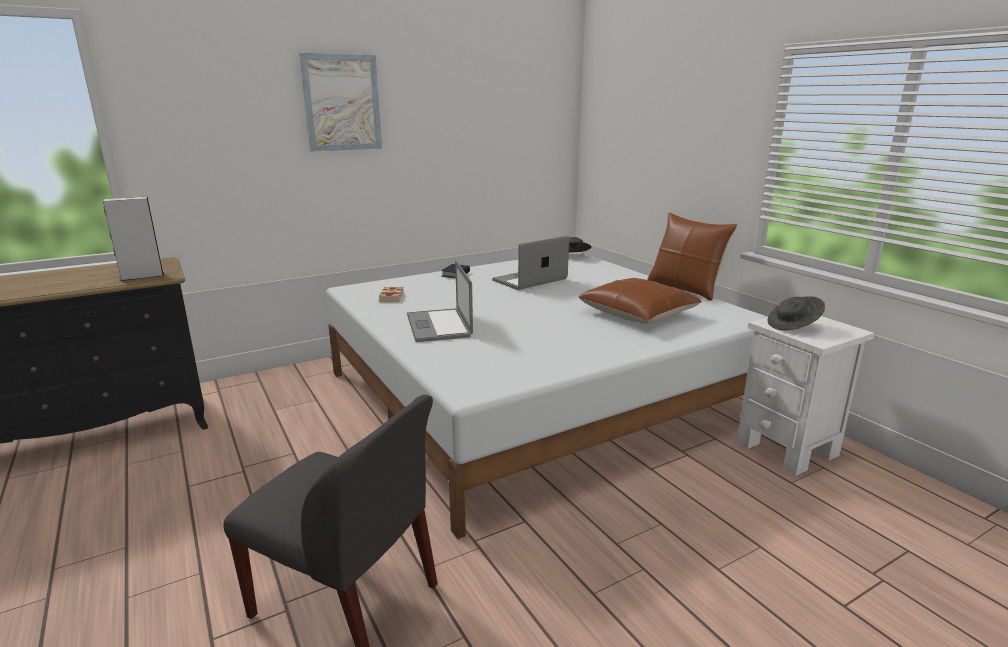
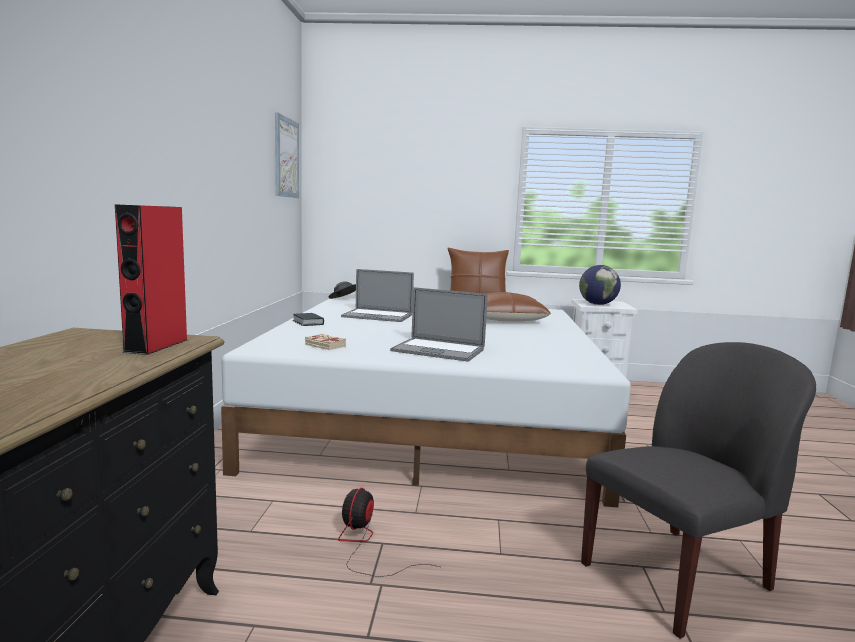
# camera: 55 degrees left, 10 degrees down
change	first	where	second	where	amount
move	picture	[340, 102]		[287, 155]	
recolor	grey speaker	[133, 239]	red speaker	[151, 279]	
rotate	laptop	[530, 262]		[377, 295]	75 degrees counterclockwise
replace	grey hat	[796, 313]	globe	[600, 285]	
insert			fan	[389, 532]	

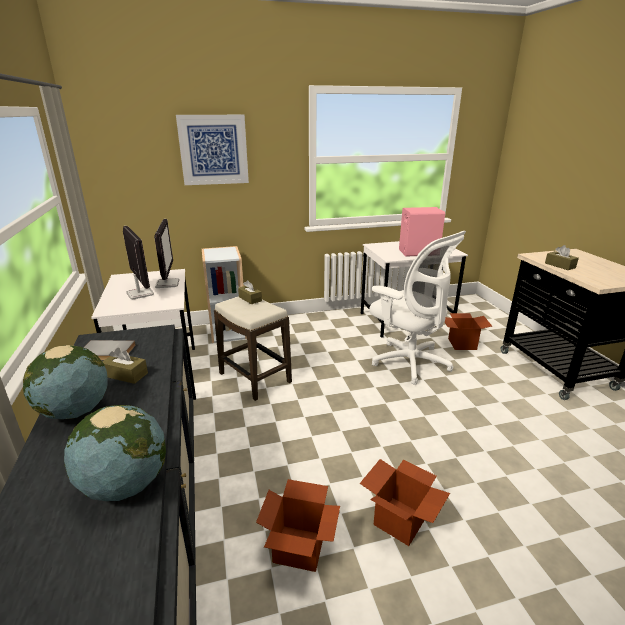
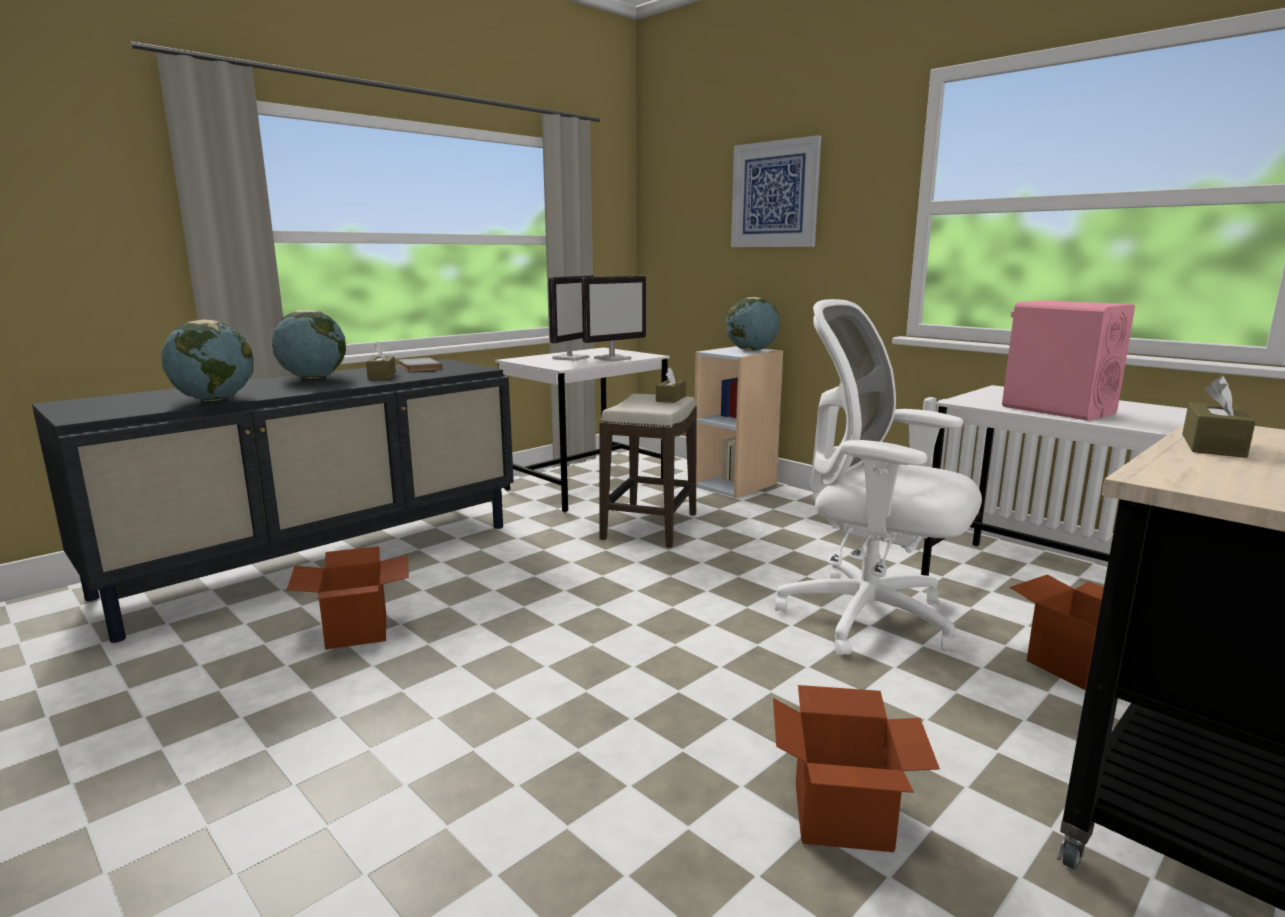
# camera: 60 degrees right, 10 degrees down
change	first	where	second	where	amount
rotate	white office chair	[417, 308]		[878, 477]	105 degrees clockwise
move	cardboard box	[405, 502]		[856, 768]	
insert			globe	[752, 324]	

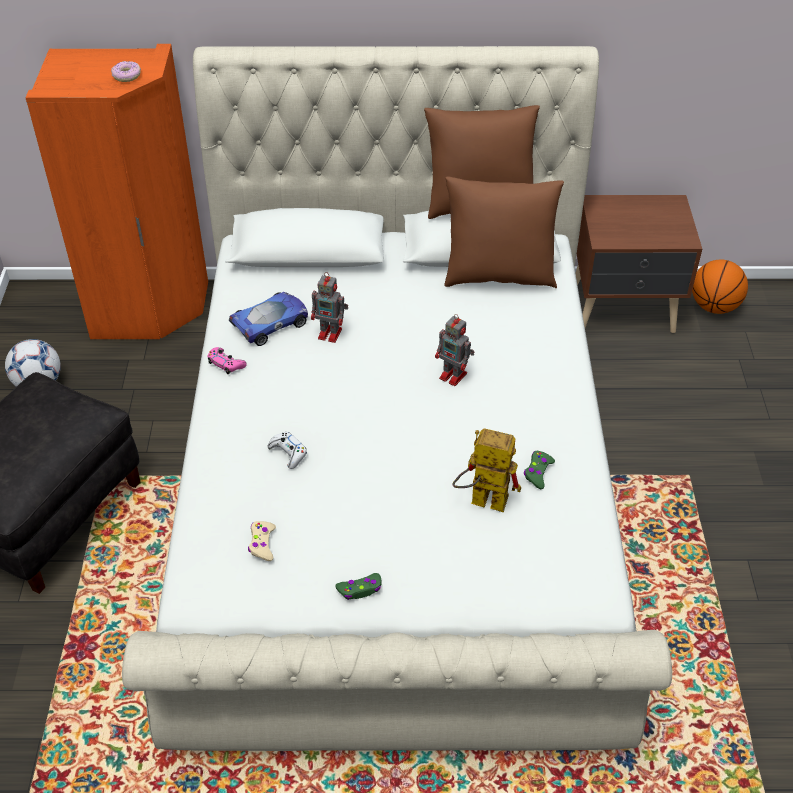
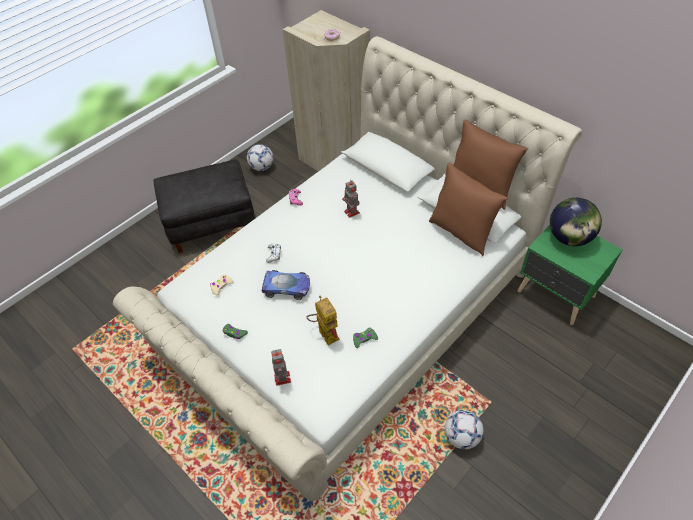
# camera: 45 degrees right, 5 degrees up
change	first	where	second	where	amount
recolor	orange cabinet	[117, 191]	beige cabinet	[326, 91]	
recolor	brown nightstand	[638, 264]	green nightstand	[570, 275]	
delete	basketball	[720, 287]			
move	toy car	[268, 319]		[286, 285]	
move	toy robot	[454, 350]		[281, 367]	
insert			globe	[576, 222]	
insert			football	[464, 429]	

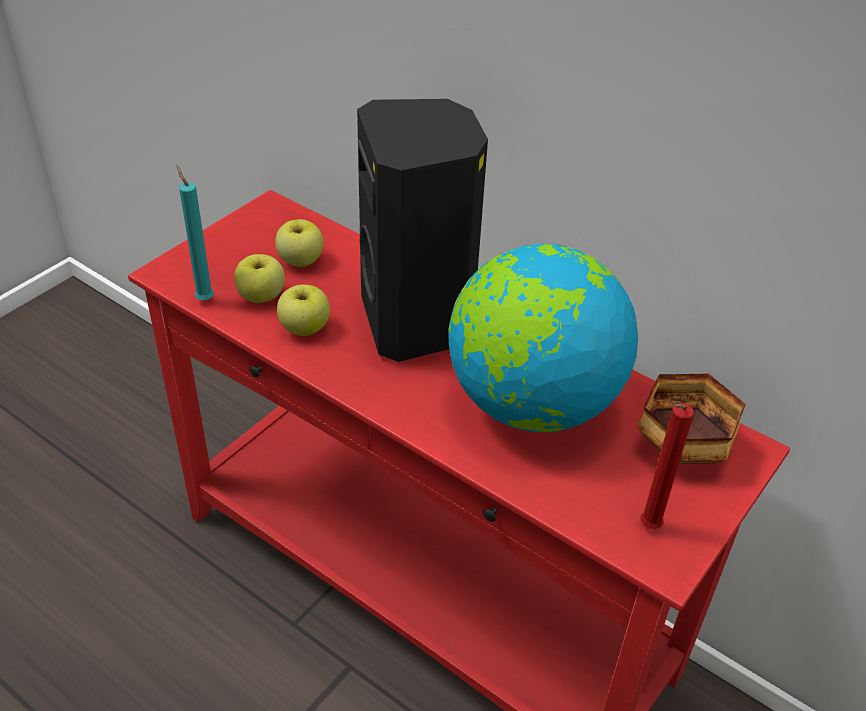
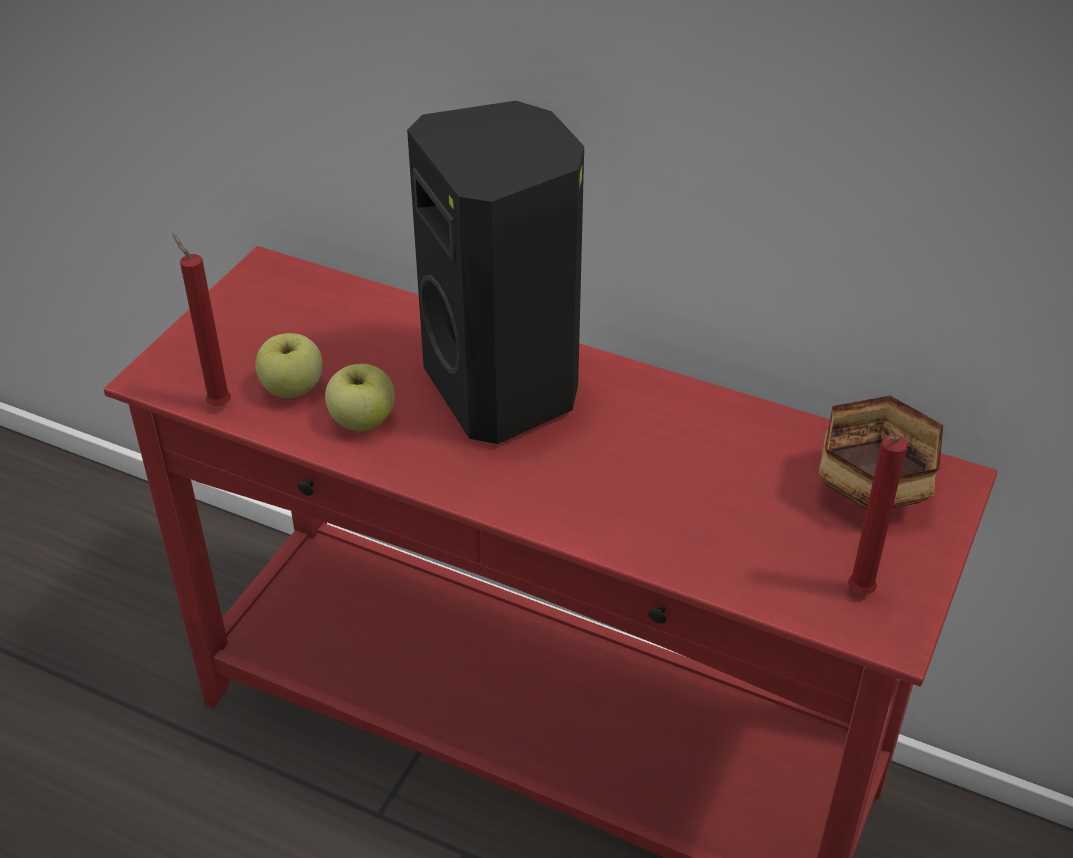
# camera: 10 degrees left, 0 degrees up
change	first	where	second	where	amount
recolor	turquoise candle	[195, 233]	red candle	[201, 319]	
delete	apple	[299, 243]			
delete	globe	[543, 338]			

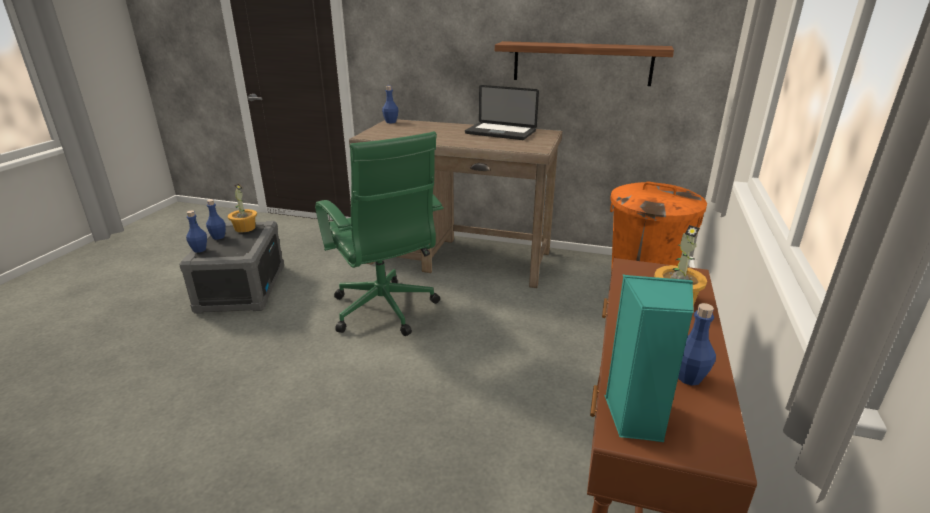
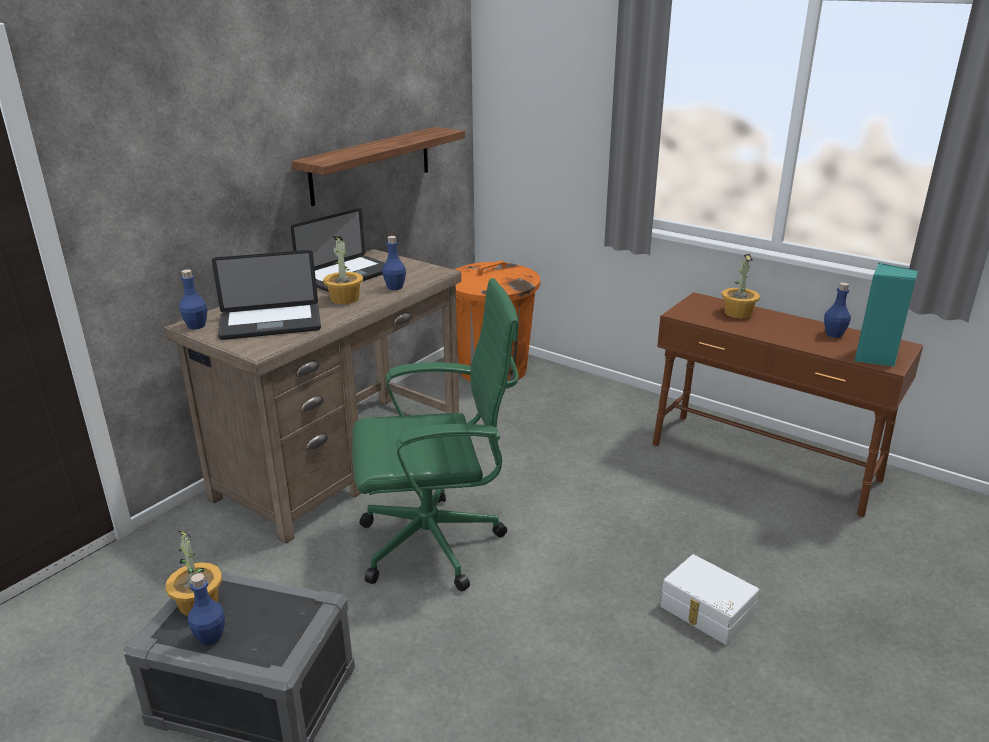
# camera: 70 degrees left, 0 degrees up
change	first	where	second	where	amount
move	blue bottle	[196, 232]		[394, 263]	
insert			potted plant	[343, 270]	
insert			laptop	[266, 295]	
insert			white storage box	[710, 599]	

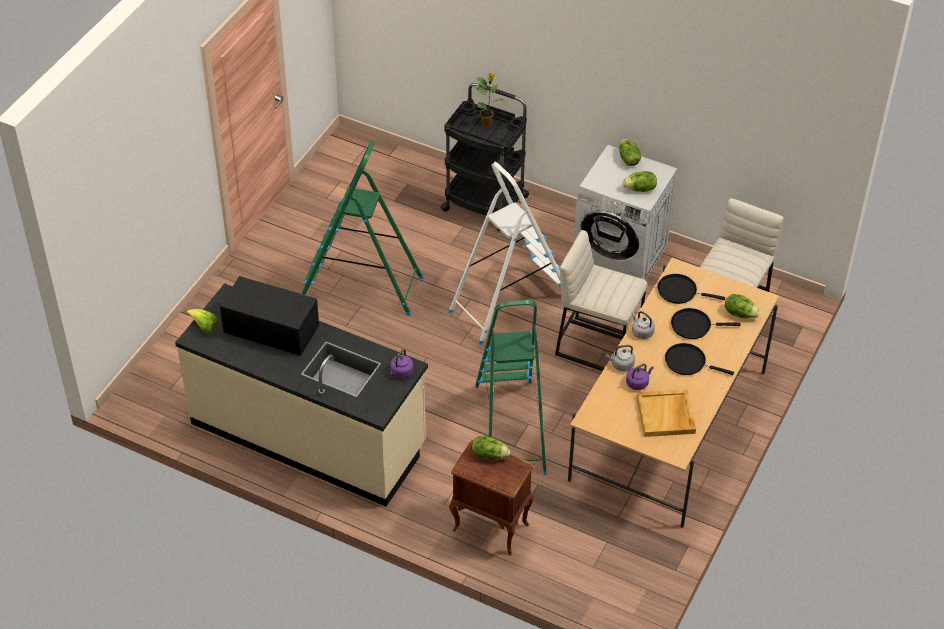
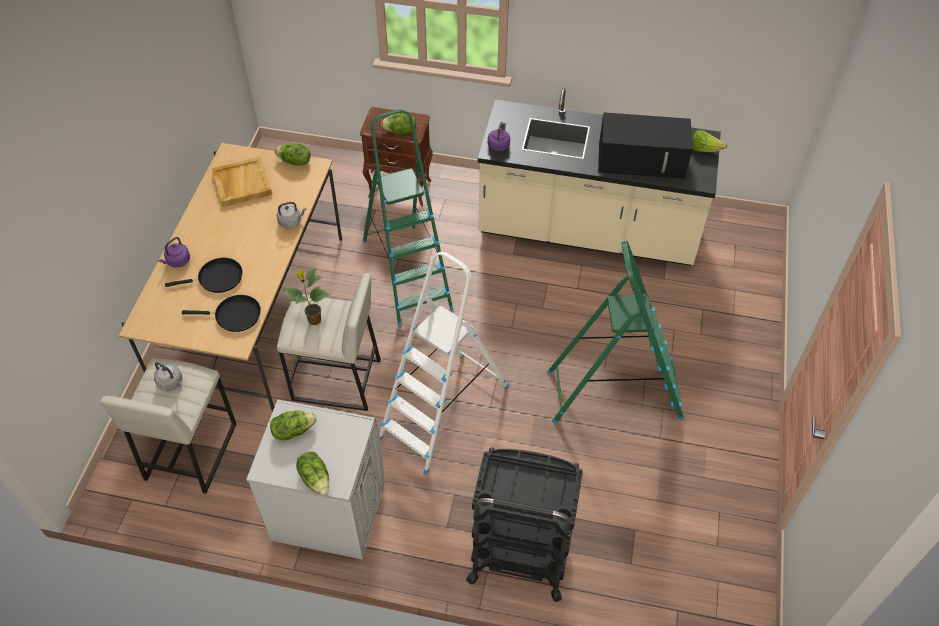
# camera: 165 degrees right, 5 degrees up
change	first	where	second	where	amount
move	potted plant	[488, 100]		[306, 296]	
move	lettuce	[742, 306]		[293, 154]	
move	grey kettle	[643, 325]		[168, 376]	
delete	black frying pan	[699, 359]			
move	purple kettle	[640, 377]		[174, 252]	

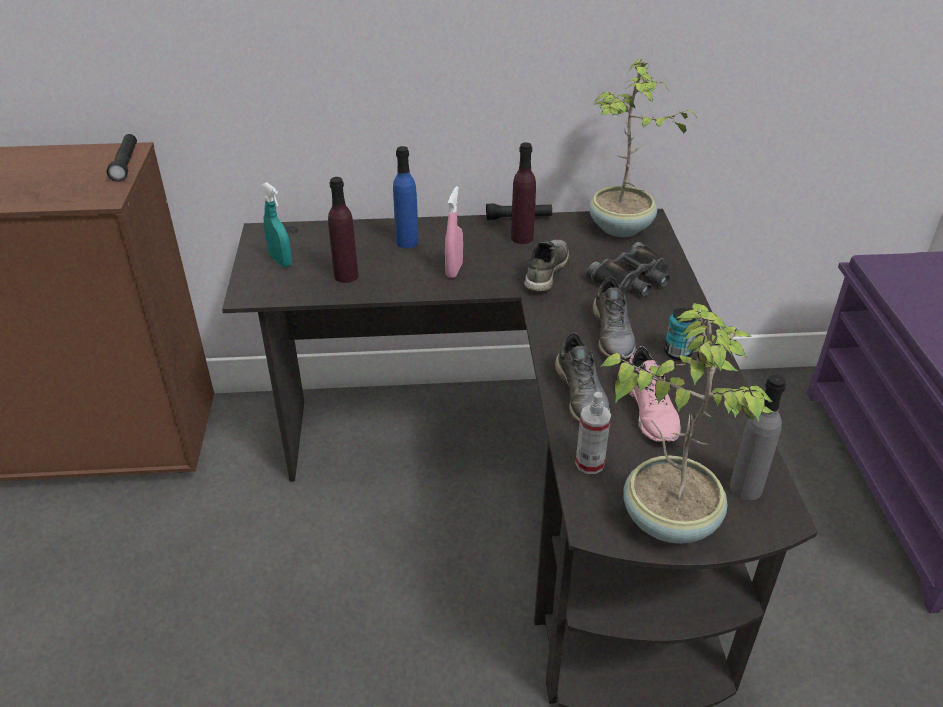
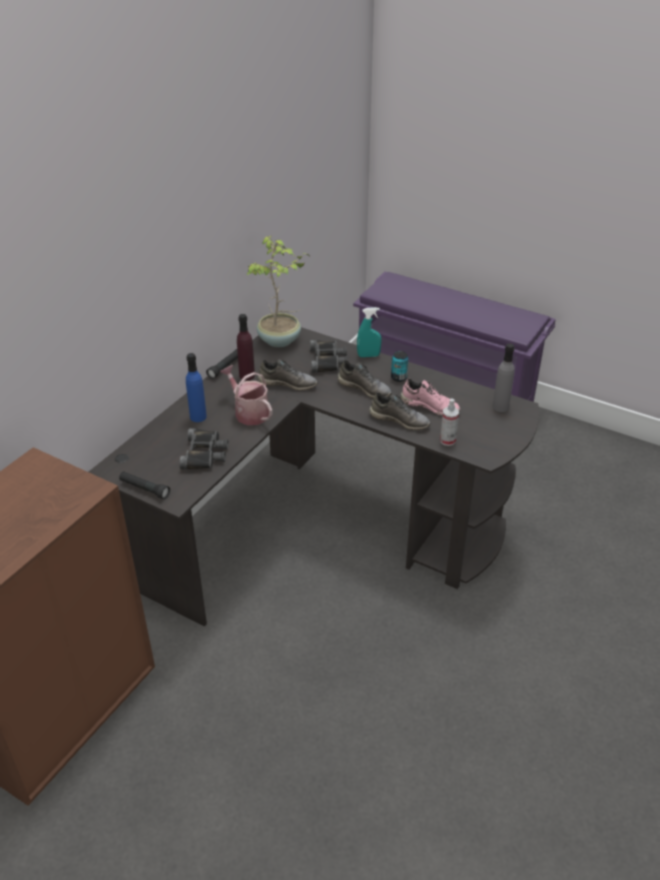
# camera: 55 degrees left, 0 degrees up
change	first	where	second	where	amount
move	black flashlight	[122, 158]		[144, 485]	
replace	purple bottle	[343, 230]	black binoculars	[204, 448]	
move	turquoise spray bottle	[277, 224]		[369, 332]	
replace	pink spray bottle	[454, 232]	watering can	[246, 395]	
rotate	grey shoe	[546, 266]		[288, 375]	135 degrees clockwise
delete	potted plant	[687, 423]			

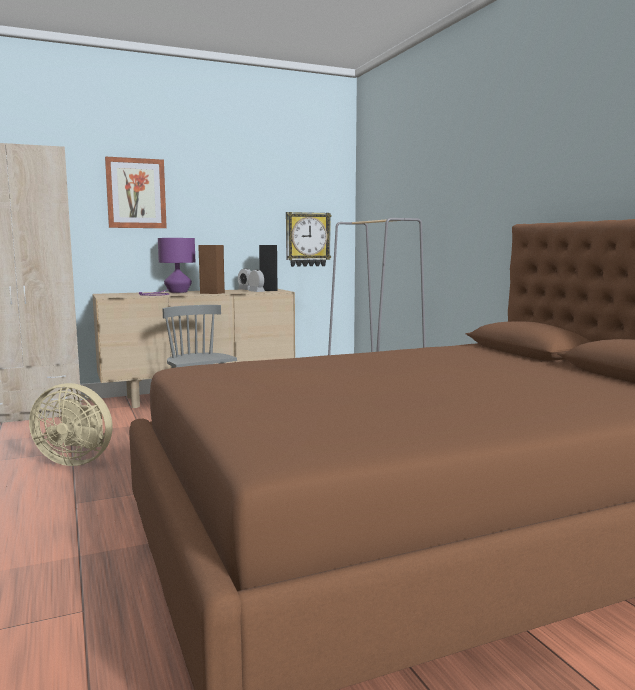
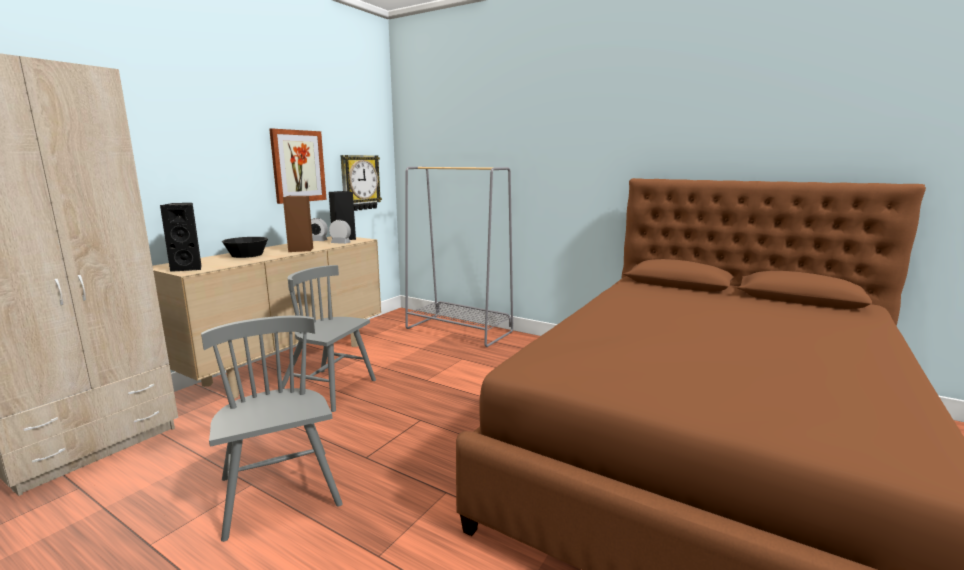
# camera: 35 degrees left, 5 degrees up
change	first	where	second	where	amount
move	picture	[136, 192]		[298, 166]	
replace	purple table lamp	[167, 267]	black bowl	[245, 247]	
replace	beige fan	[71, 424]	grey chair	[272, 429]	
insert			black speaker	[181, 237]	

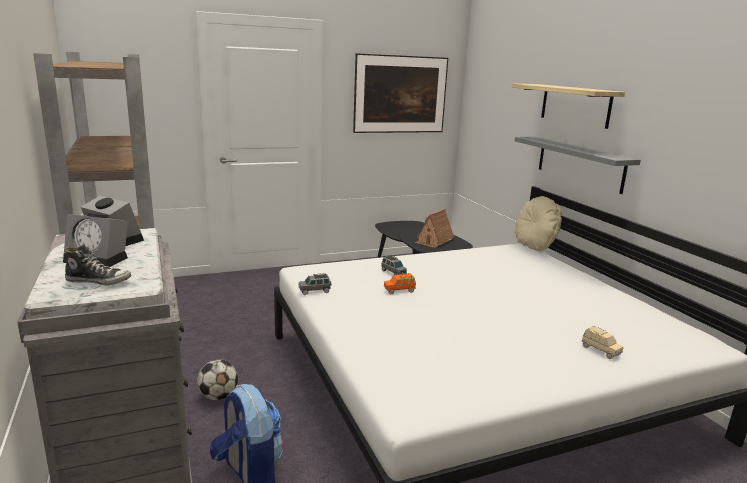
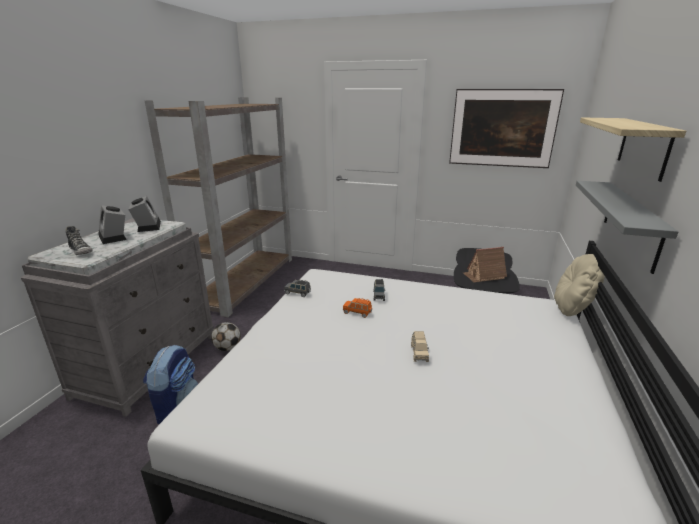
# camera: 40 degrees right, 5 degrees up
change	first	where	second	where	amount
move	beige toy car	[602, 342]		[420, 346]	

